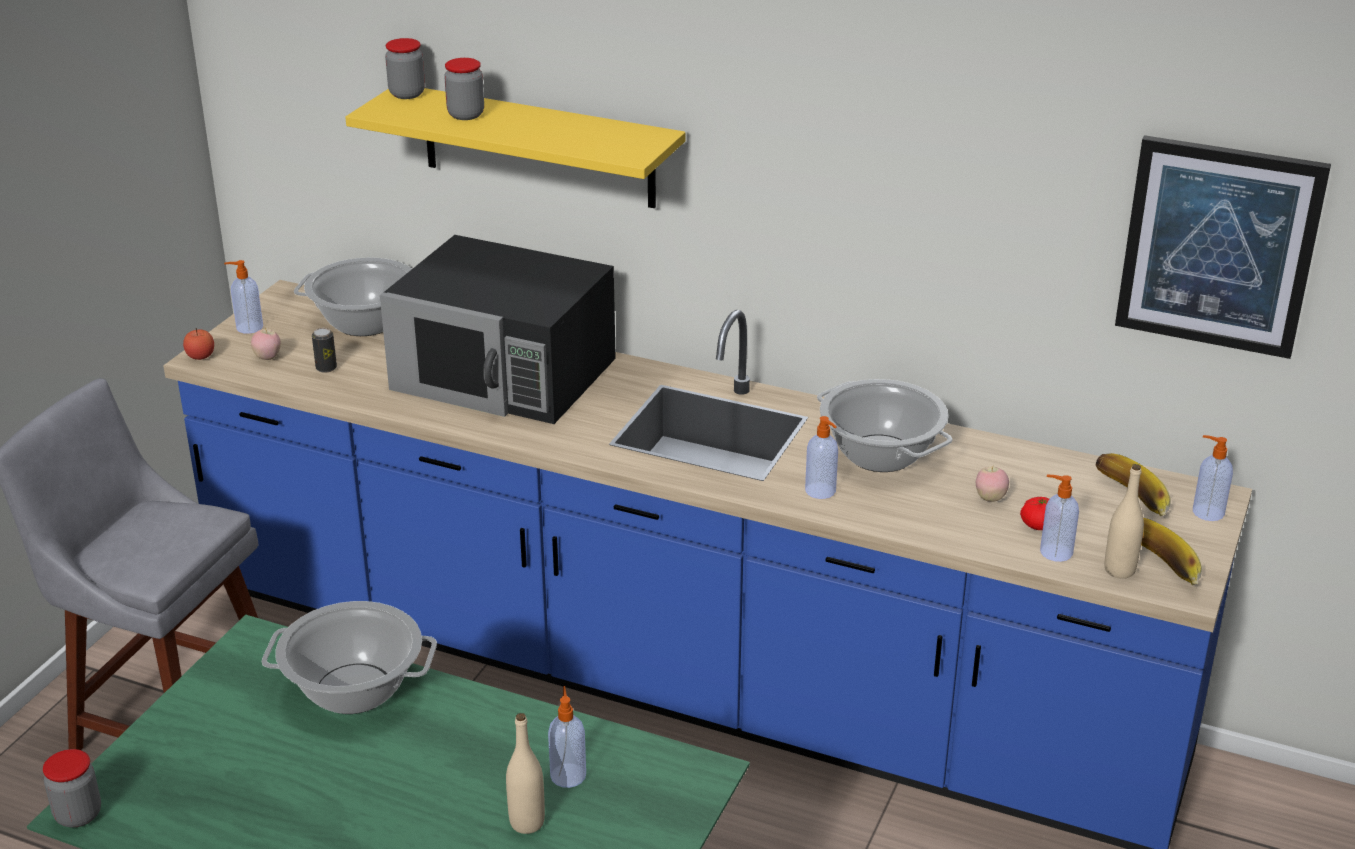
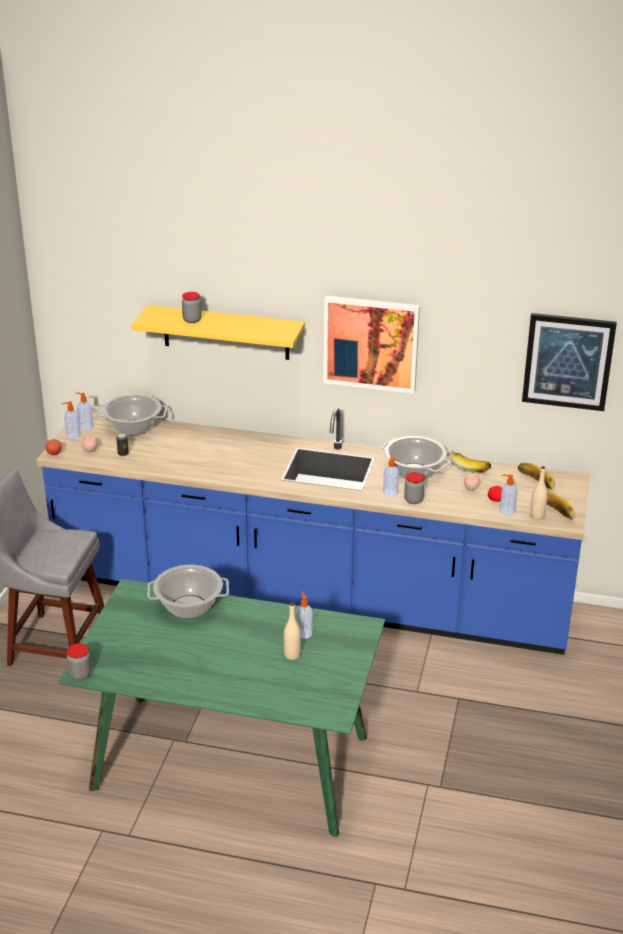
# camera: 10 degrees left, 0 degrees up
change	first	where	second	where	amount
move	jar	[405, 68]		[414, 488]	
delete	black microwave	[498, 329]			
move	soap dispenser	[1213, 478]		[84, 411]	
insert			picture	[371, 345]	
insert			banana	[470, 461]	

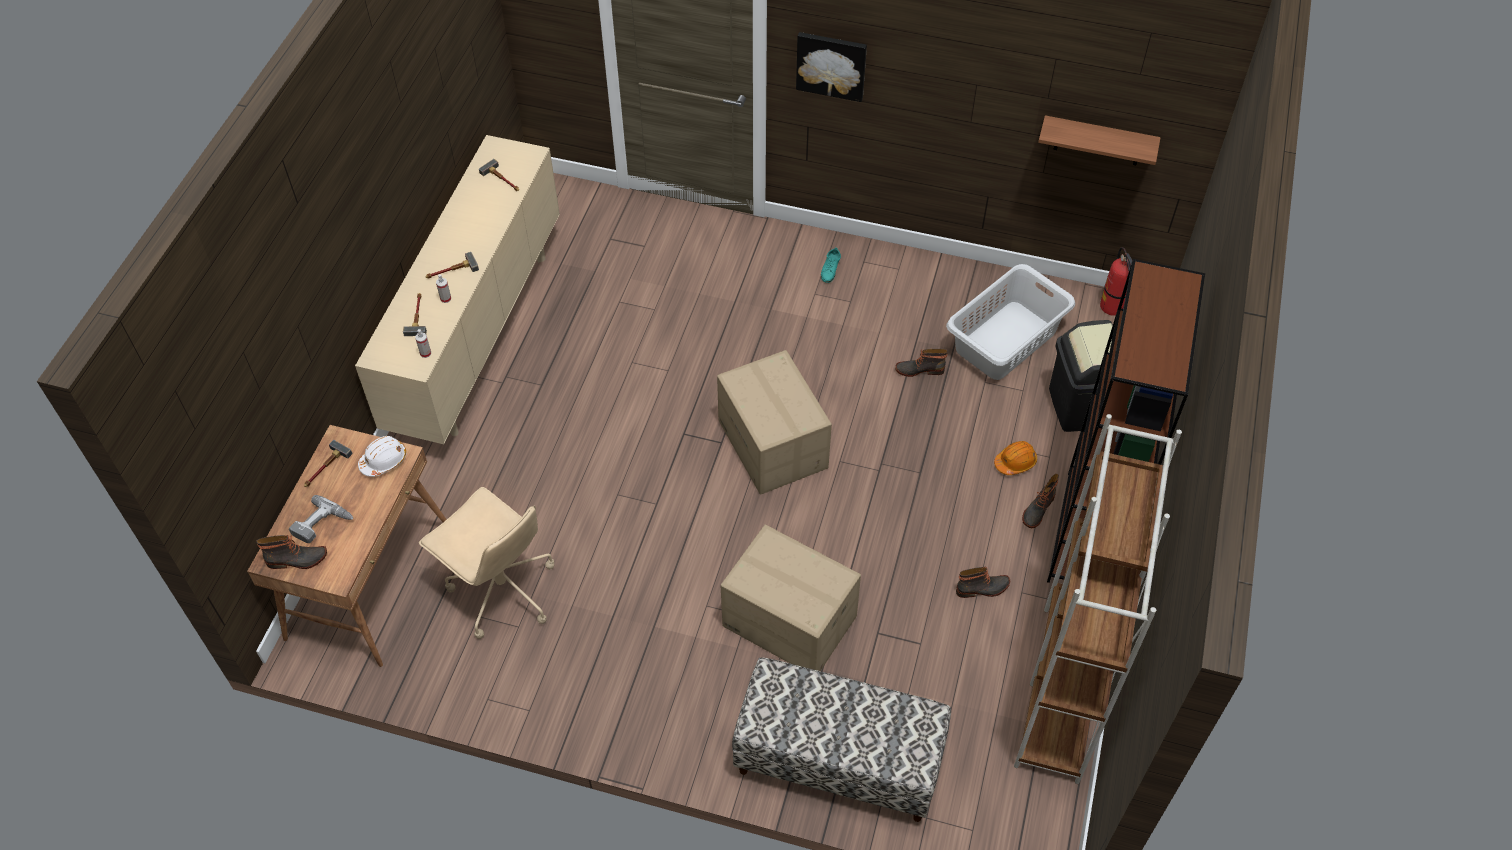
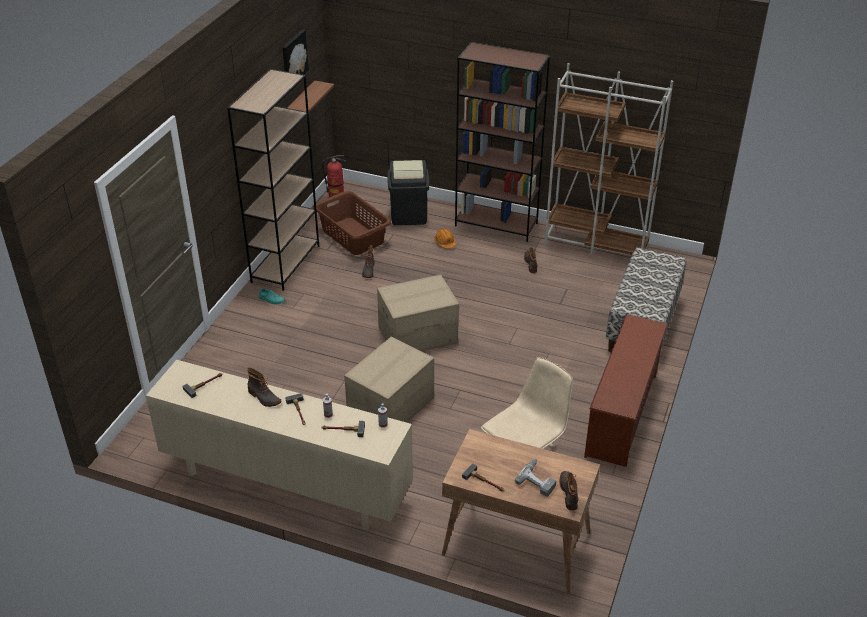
# camera: 85 degrees left, 15 degrees down
change	first	where	second	where	amount
move	picture	[831, 67]		[295, 52]	
recolor	grey laundry basket	[1010, 322]	brown laundry basket	[352, 223]	
delete	white hard hat	[382, 456]			
move	boot	[1040, 501]		[264, 387]	
move	cardboard box	[791, 598]		[389, 379]	
insert			beige bookcase	[273, 180]	
insert			brown shoe rack	[625, 390]	

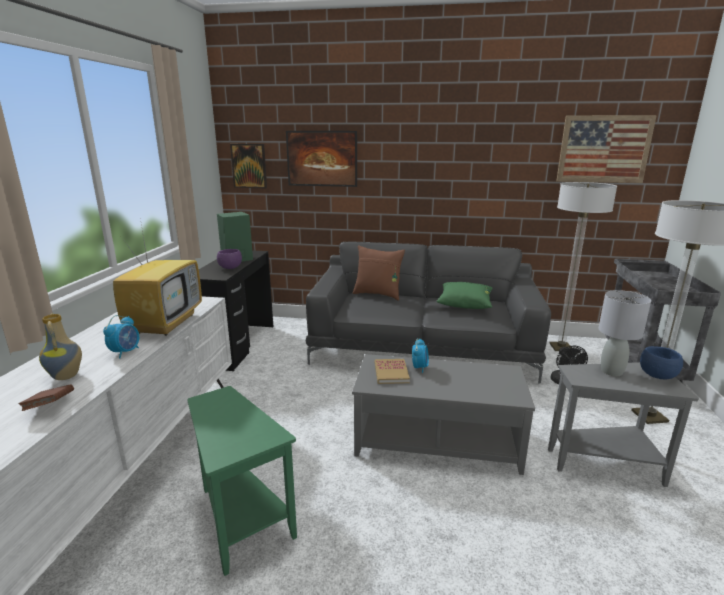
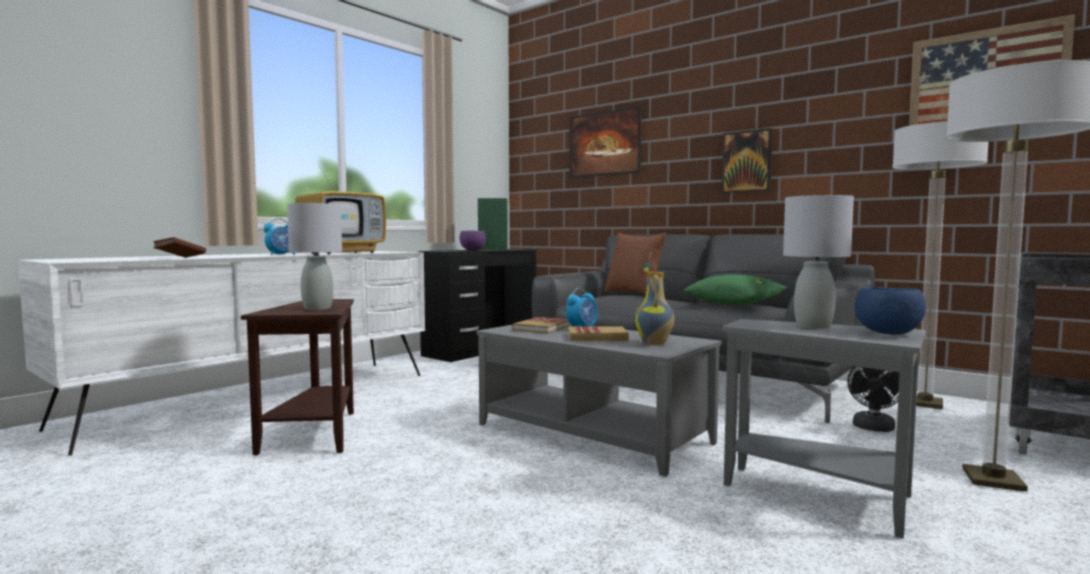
# camera: 30 degrees right, 15 degrees down
change	first	where	second	where	amount
move	picture	[248, 166]		[747, 160]	
move	vase	[60, 346]		[655, 308]	
recolor	green side table	[242, 481]	brown side table	[297, 377]	
insert			grey table lamp	[314, 256]	
insert			book	[598, 333]	

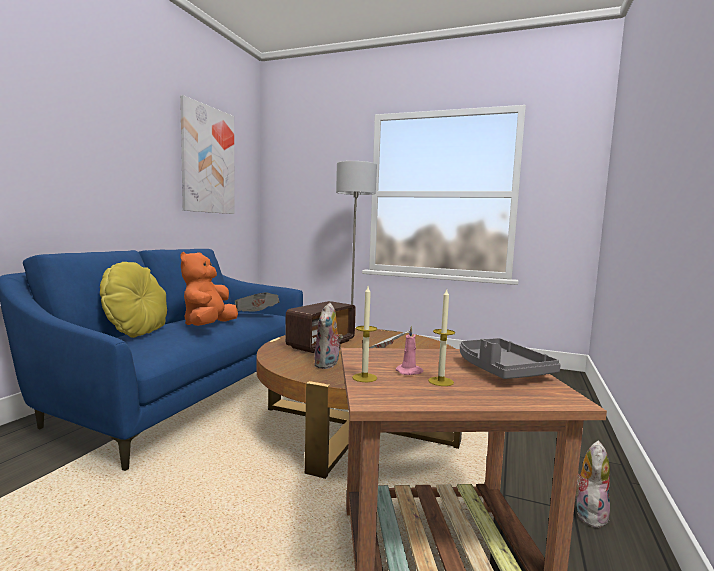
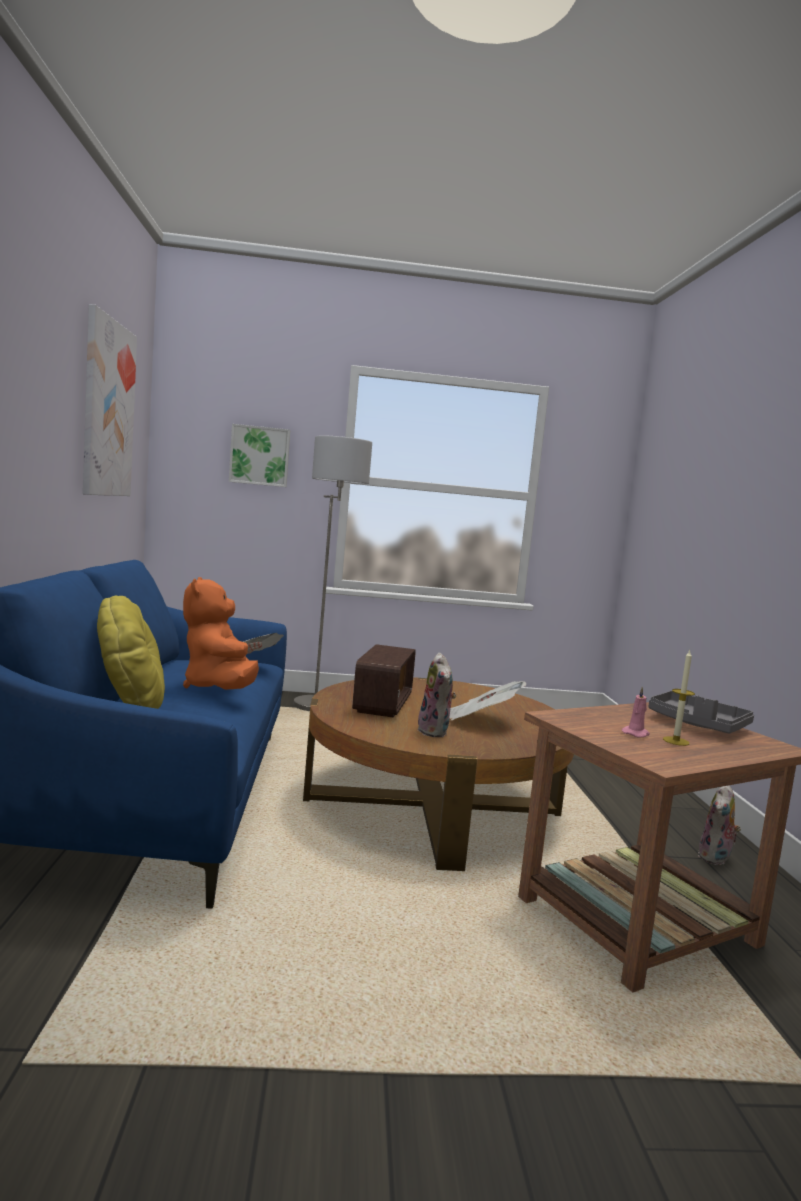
# camera: 25 degrees left, 0 degrees up
change	first	where	second	where	amount
delete	candle	[364, 334]			
rotate	plush toy	[593, 485]		[719, 825]	150 degrees counterclockwise
insert			picture	[259, 455]	

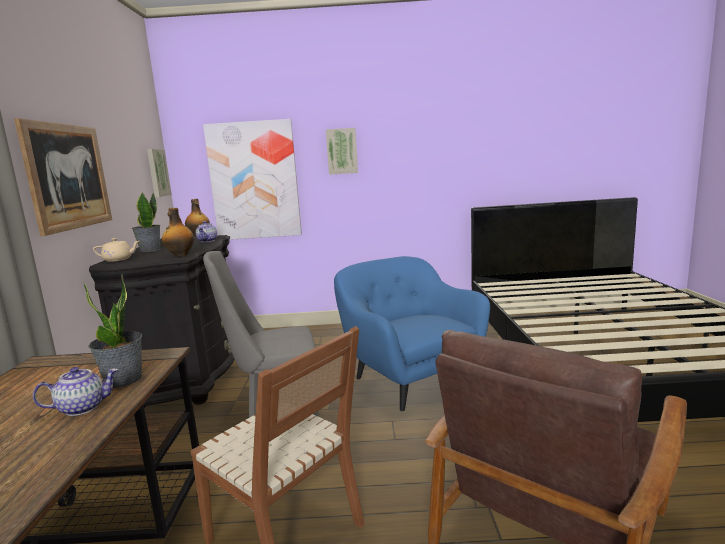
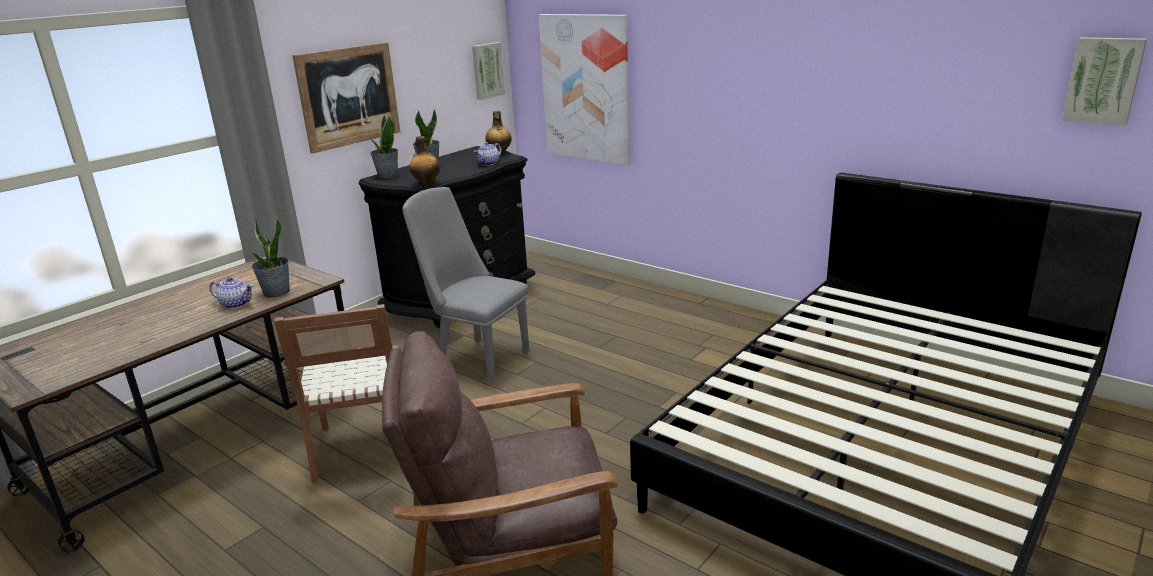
# camera: 40 degrees right, 10 degrees up
change	first	where	second	where	amount
move	picture	[342, 151]		[1104, 81]	
replace	beige teapot	[116, 250]	potted plant	[384, 146]	
delete	blue armchair	[412, 333]			

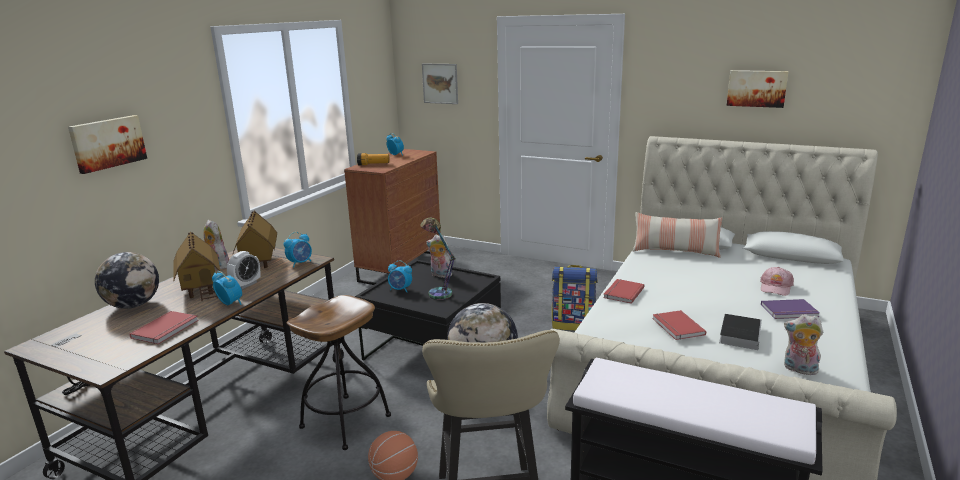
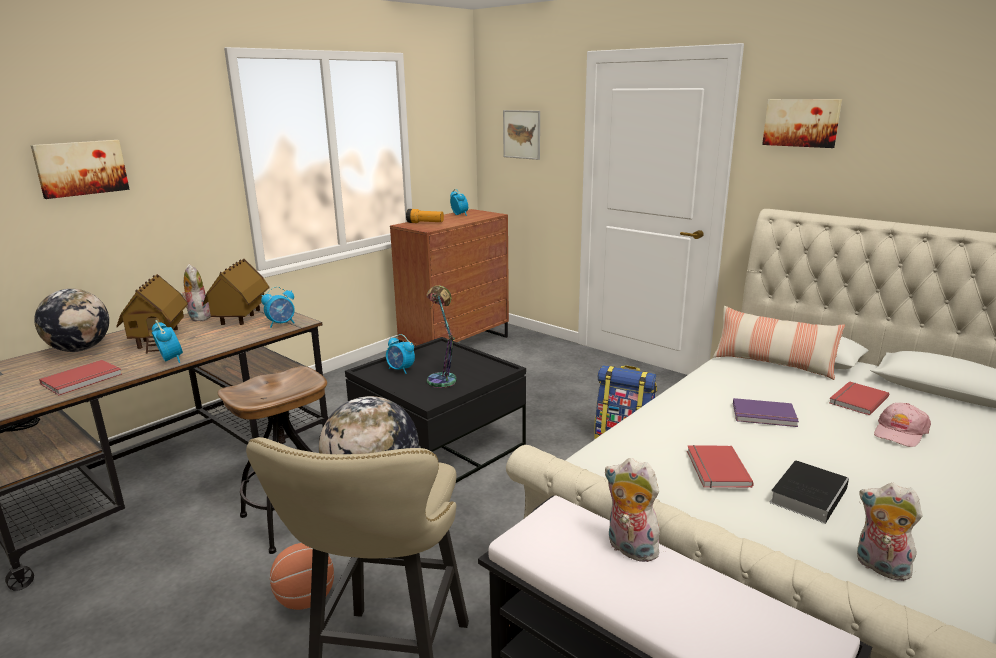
# camera: 15 degrees right, 0 degrees up
change	first	where	second	where	amount
move	picture	[758, 89]		[802, 123]	
move	plush toy	[440, 256]		[634, 510]	
delete	alarm clock	[243, 270]			
move	red book	[624, 291]		[859, 398]	
move	purple book	[790, 309]		[766, 412]	

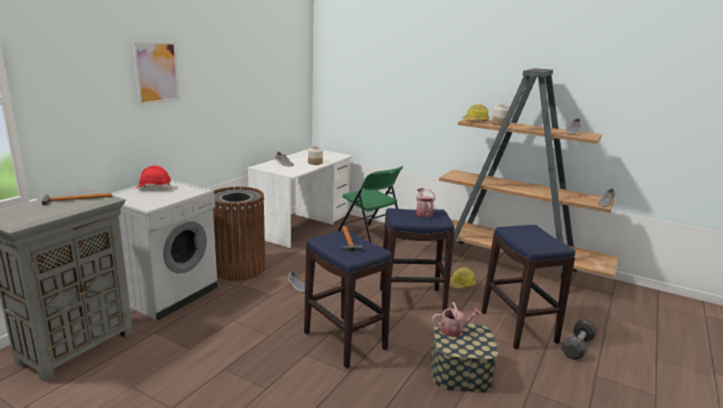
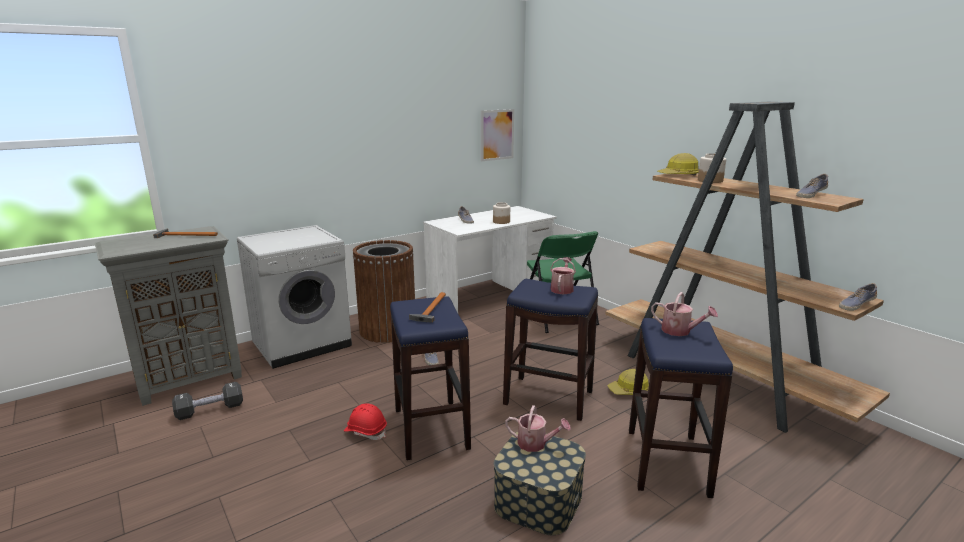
# camera: 25 degrees right, 0 degrees up
change	first	where	second	where	amount
move	picture	[156, 73]		[497, 135]	
move	red hard hat	[154, 178]		[365, 422]	
move	black dumbbell	[579, 339]		[207, 401]	
insert			watering can	[684, 314]	

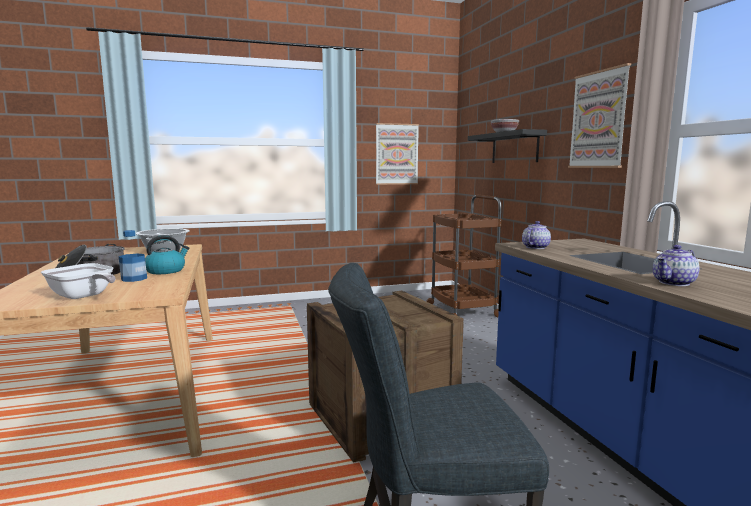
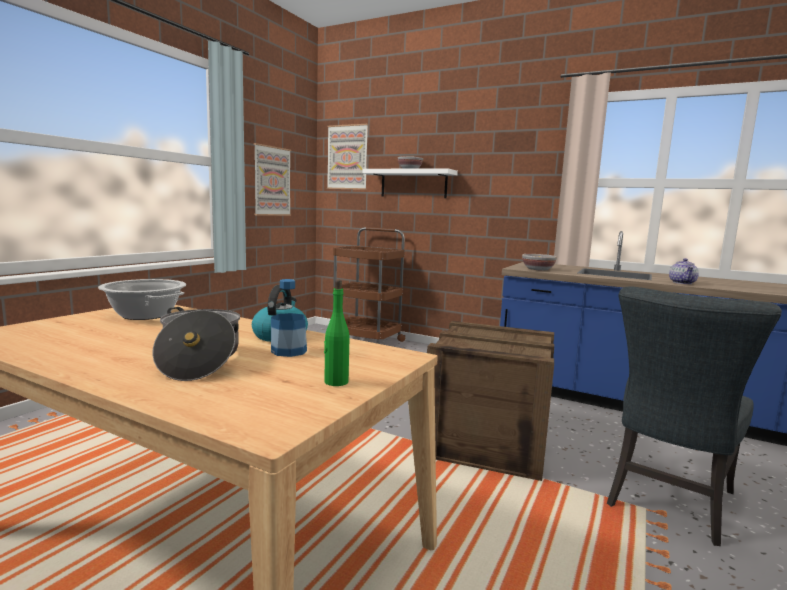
# camera: 45 degrees left, 0 degrees up
change	first	where	second	where	amount
move	picture	[599, 115]		[347, 157]	
recolor	black shelf	[507, 146]	white shelf	[410, 183]	
replace	teapot	[536, 235]	bowl	[539, 262]	
replace	frying pan	[78, 281]	green bottle	[337, 333]	

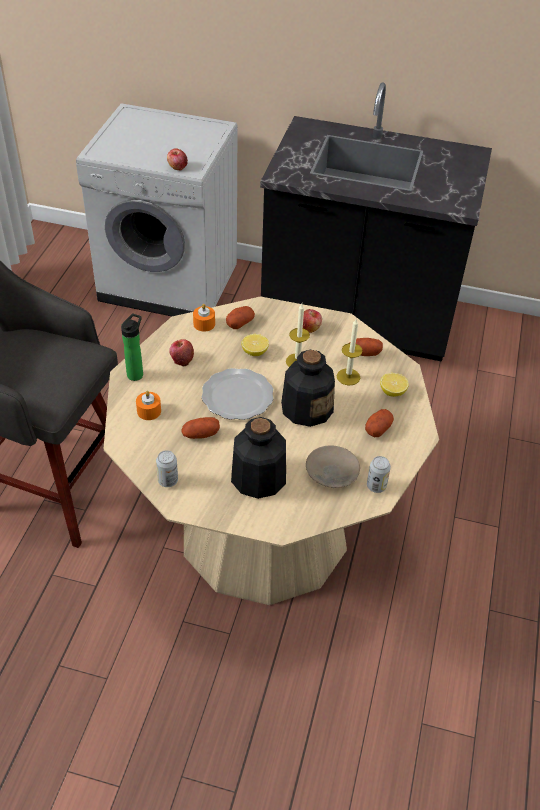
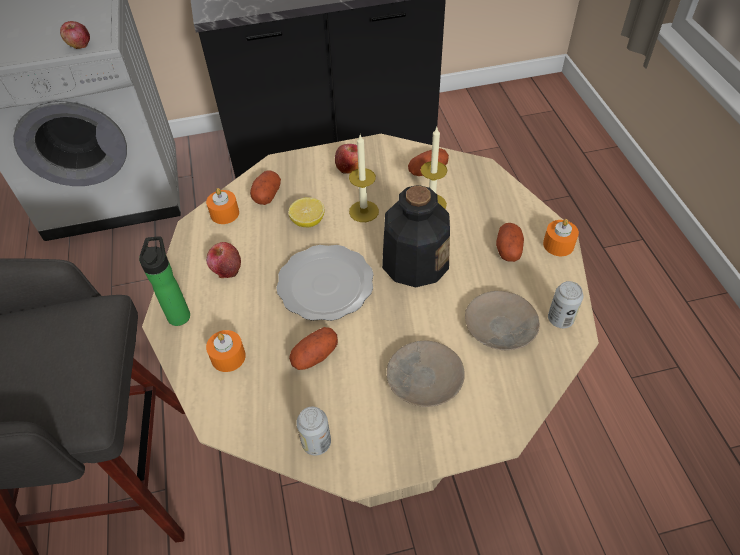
# camera: 25 degrees left, 5 degrees up
change	first	where	second	where	amount
delete	lemon	[394, 385]			
replace	bottle	[258, 458]	beige plate	[426, 374]	
insert			orange candle	[561, 237]	

